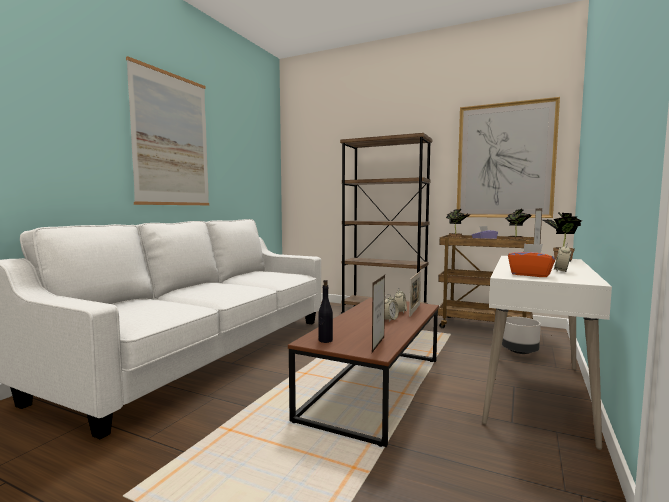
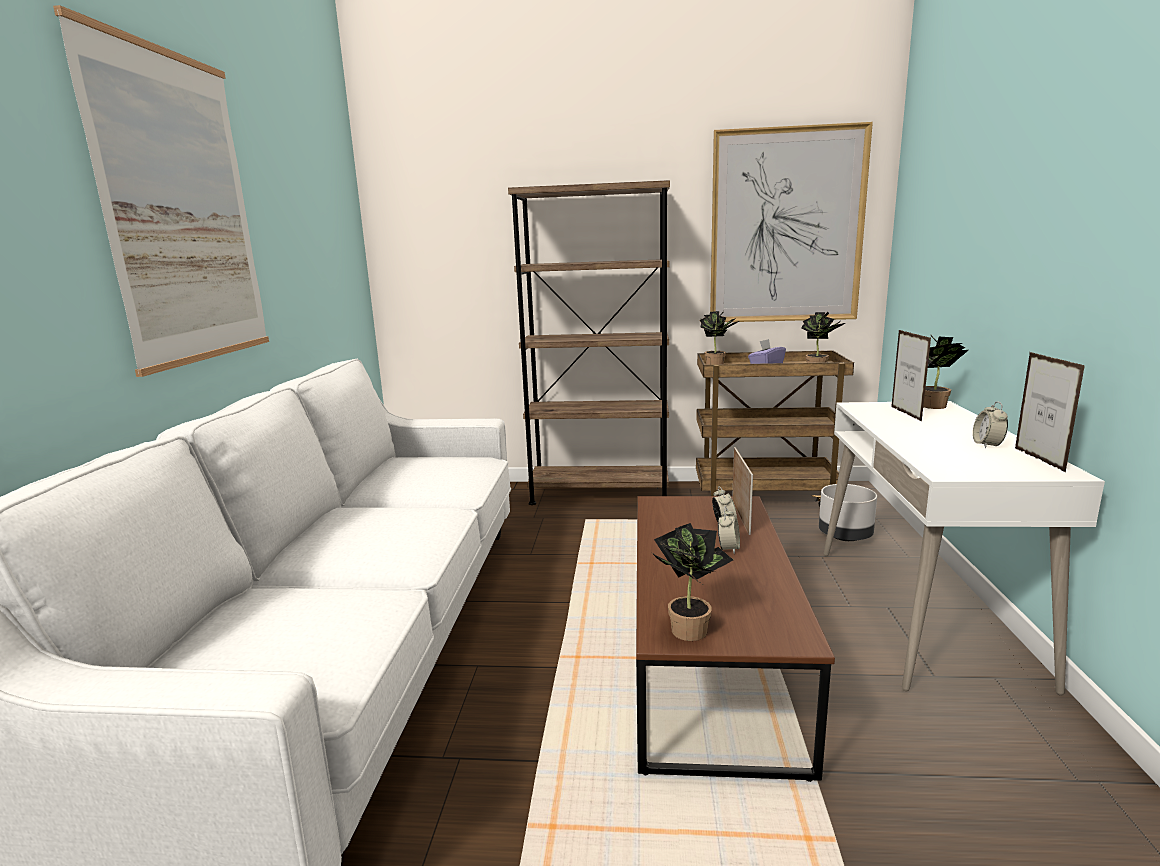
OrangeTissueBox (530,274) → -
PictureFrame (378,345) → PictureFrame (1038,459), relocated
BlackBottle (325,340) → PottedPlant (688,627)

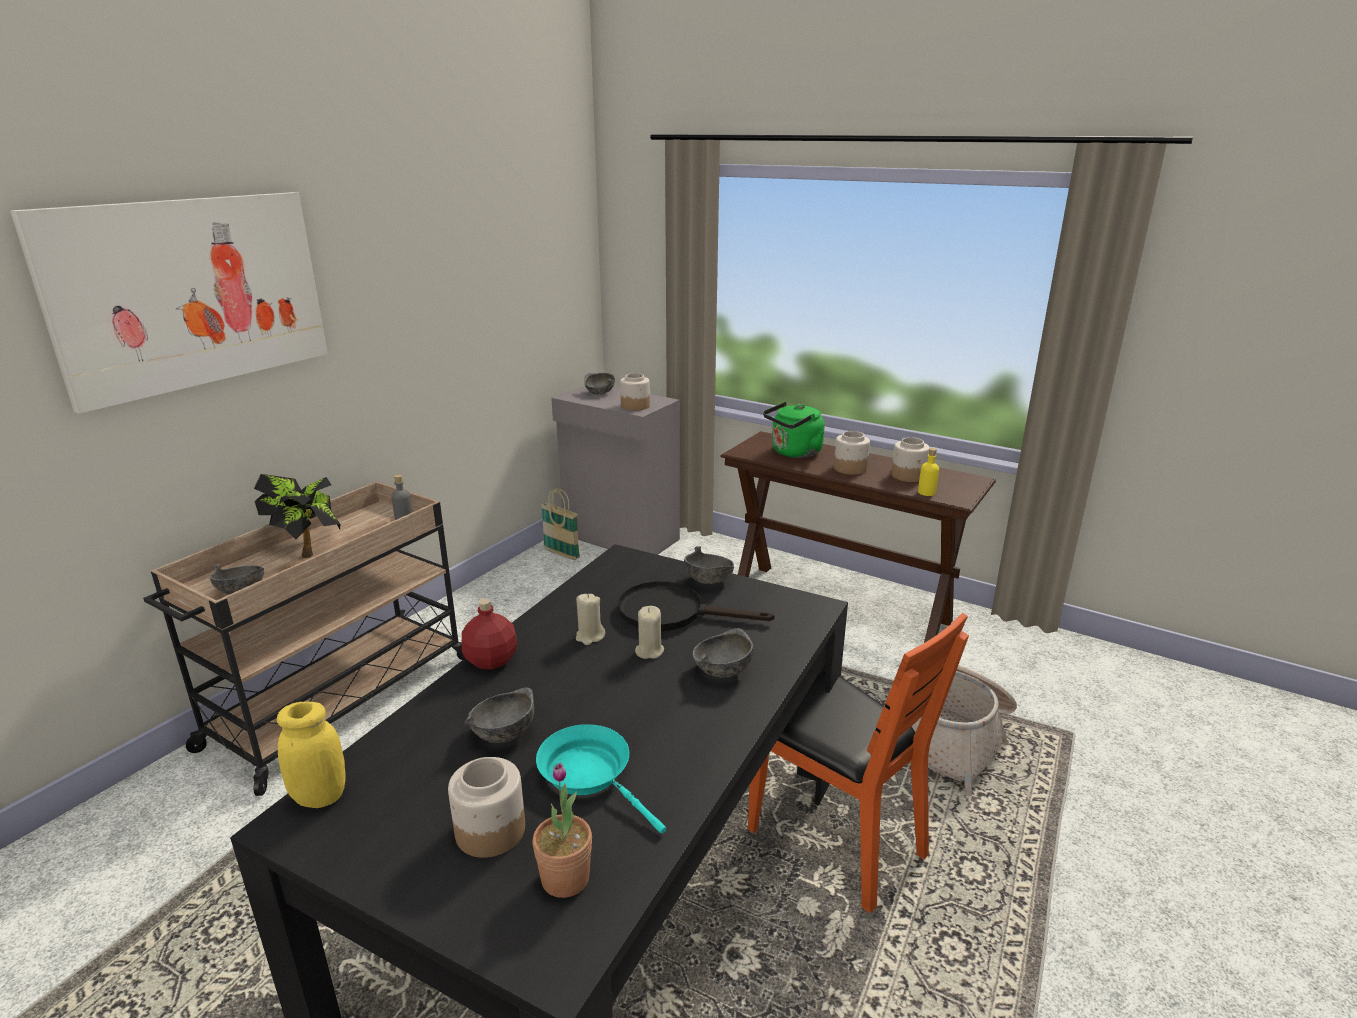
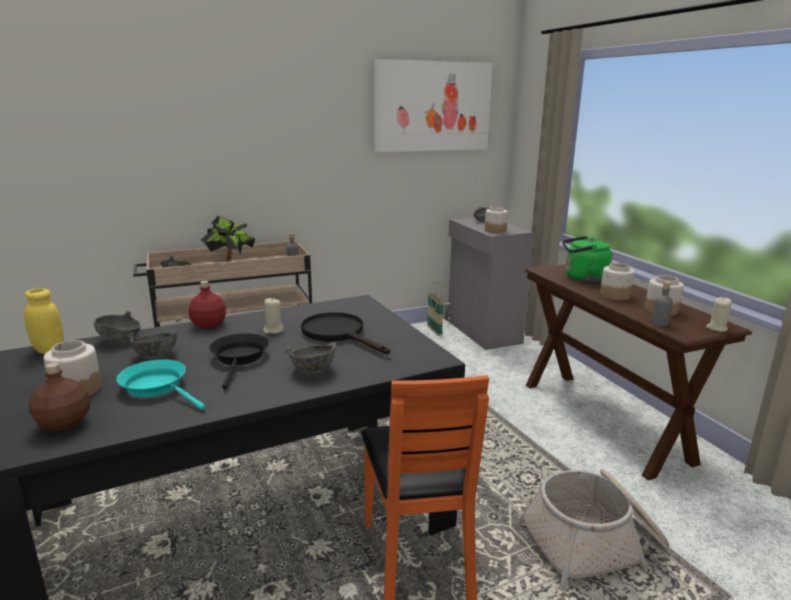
- → BlackFryingPan (239,358)
Picture (191,293) → Picture (432,106), relocated
BeigeCandle (649,651) → BeigeCandle (716,328), relocated
GreyBowl (709,580) → GreyBowl (120,339), relocated
PottedPlant (565,878) → BrownBottle (65,423)
YellowBottle (926,492) → GreyBottle (659,323)
TurquoiseFryingPan (590,775) → TurquoiseFryingPan (158,387), 45 degrees counterclockwise

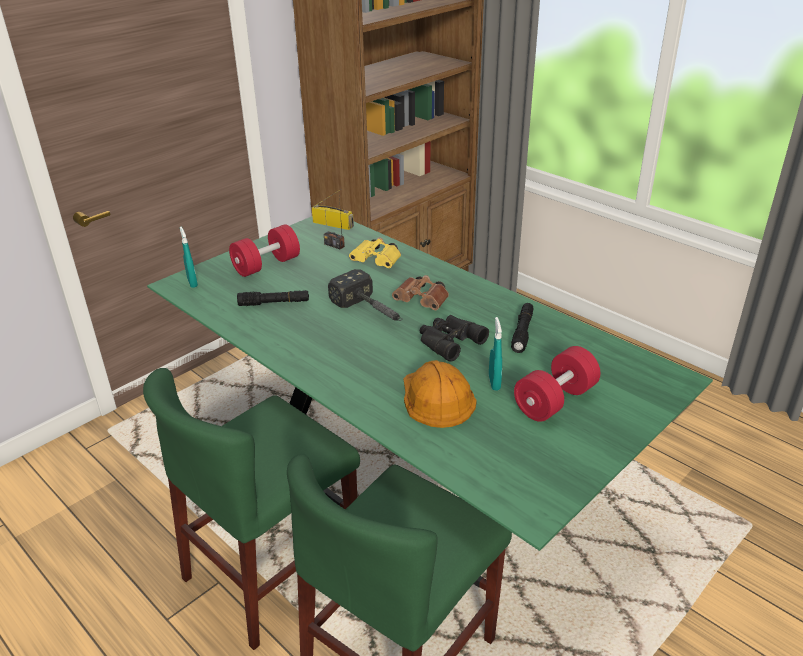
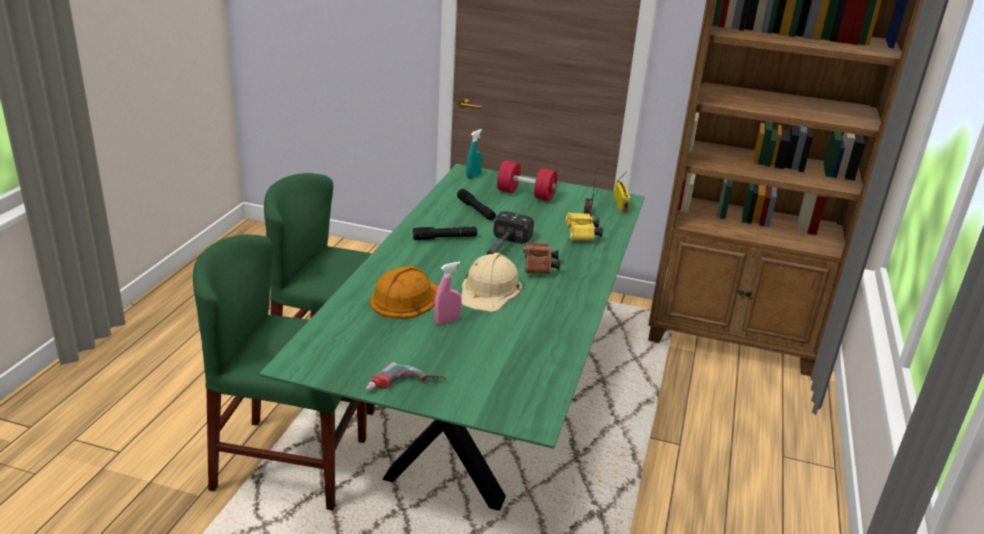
RedDumbbell (555,400) → -
- → PowerDrill (404,387)
BlackFlashlight (522,332) → BlackFlashlight (445,238), relocated
BlackBinoculars (448,341) → BeigeHardHat (490,290)
TurquoiseSprayBottle (494,383) → PinkSprayBottle (447,321)

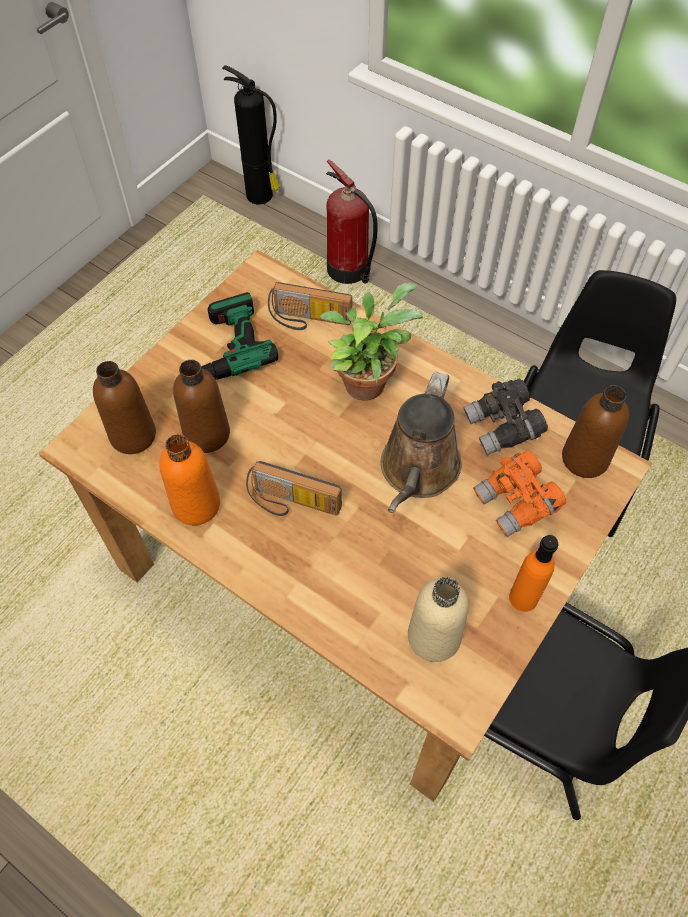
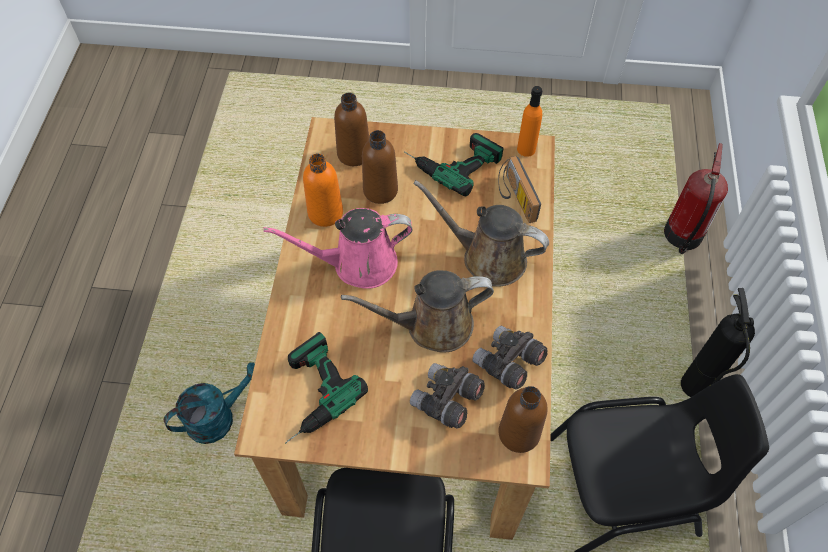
- → TurquoiseWateringCan (219,417)
FireExtinguisher (261,196) → FireExtinguisher (695,388), relocated
OrangeBottle (523,598) → OrangeBottle (526,149), relocated
Radio (292,504) → PinkWateringCan (358,264)
PottedPlant (366,380) → BrownWateringCan (488,257)
BeigeBottle (434,637) → PowerDrill (308,394)
OrangeBinoculars (516,503) → GreyBinoculars (446,401)

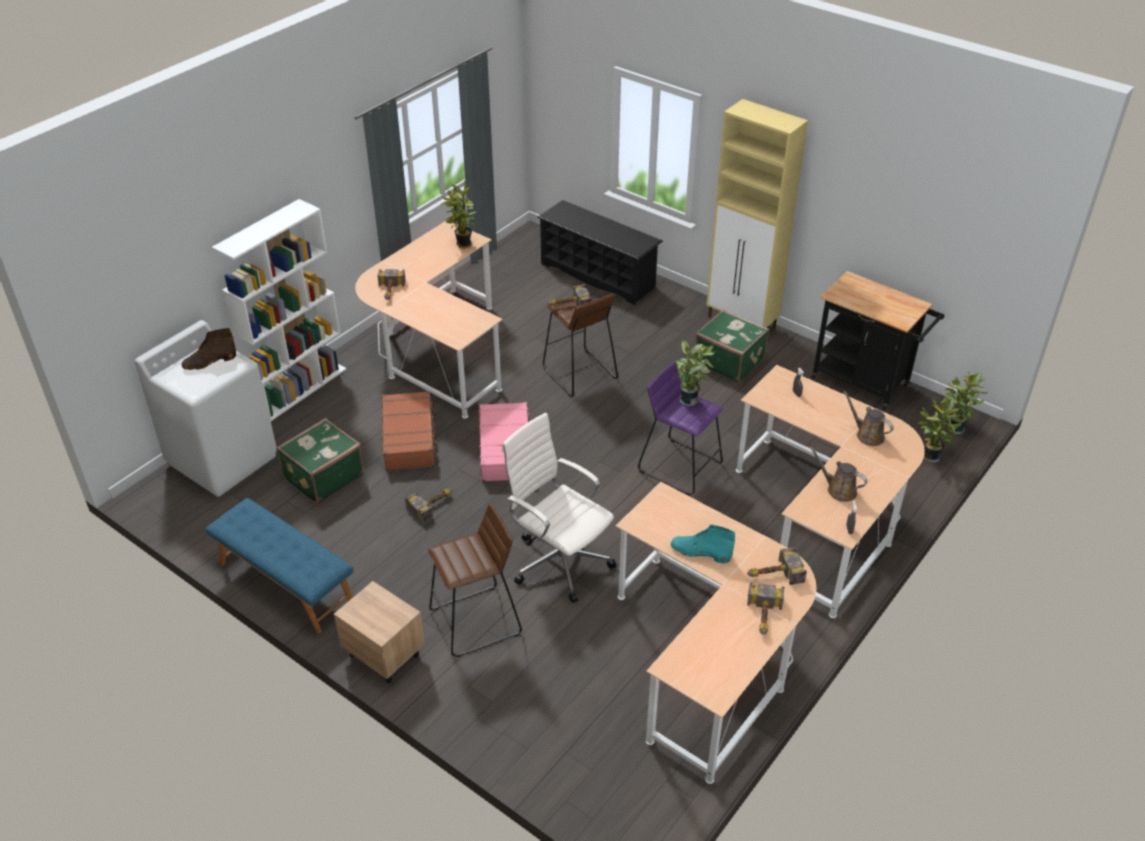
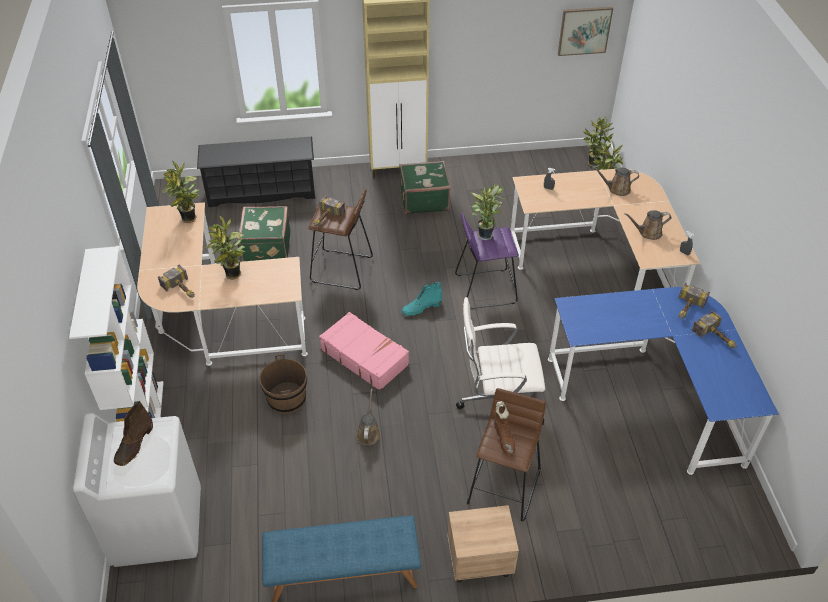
BlackCart (865,383) → -
- → PottedPlant (232,275)
- → BrownBoot (504,438)
- → Picture (584,30)
GreenSuitcase (322,476) → GreenSuitcase (266,248), relocated
TurquoiseBoot (700,552) → TurquoiseBoot (421,308), relocated
BrownSuitcase (409,438) → BrownBucket (286,398)
Hammer (433,505) → BrownWateringCan (368,432)
BeigeDesk (711,657) → BlueDesk (653,394)

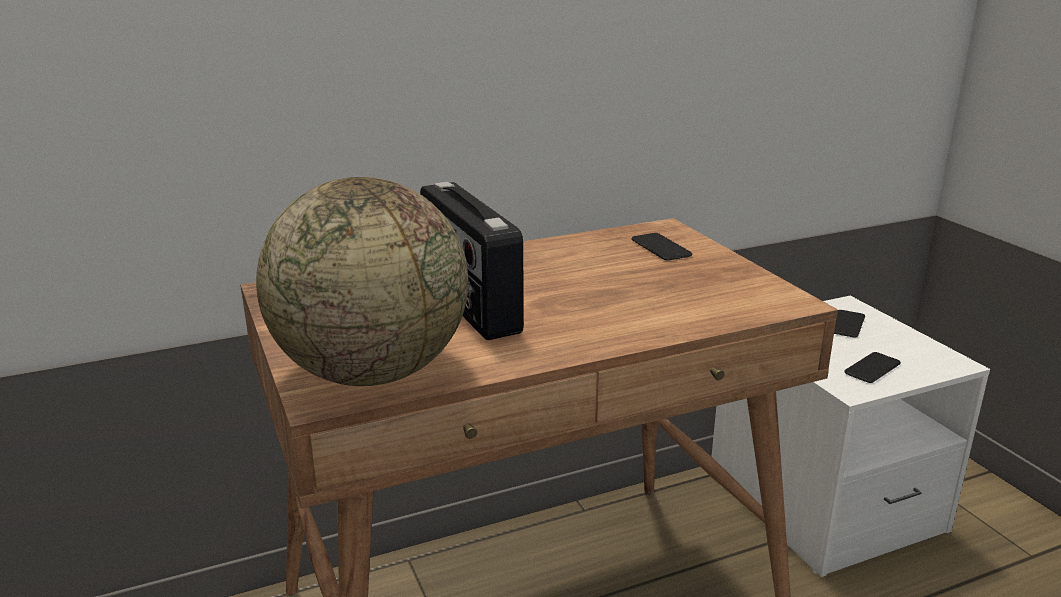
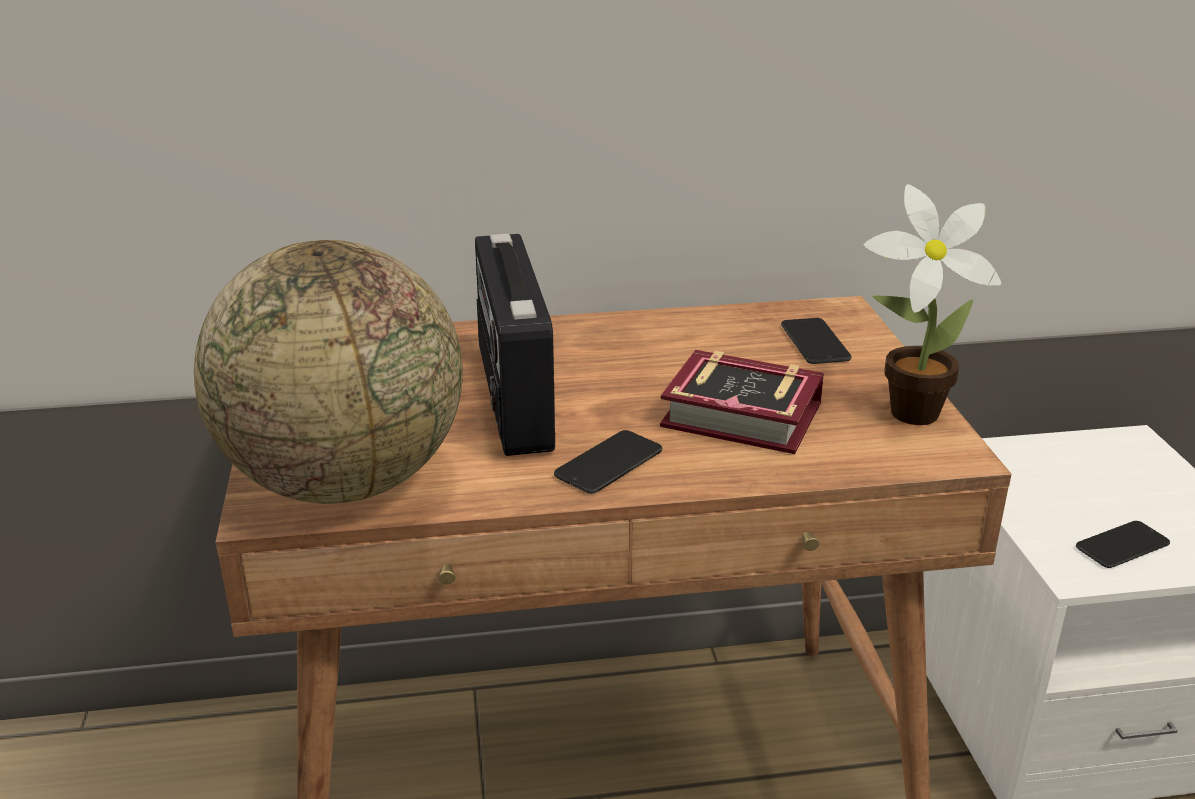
- → Book (747,419)
- → PottedPlant (905,412)
Phone (847,324) → Phone (609,463), relocated

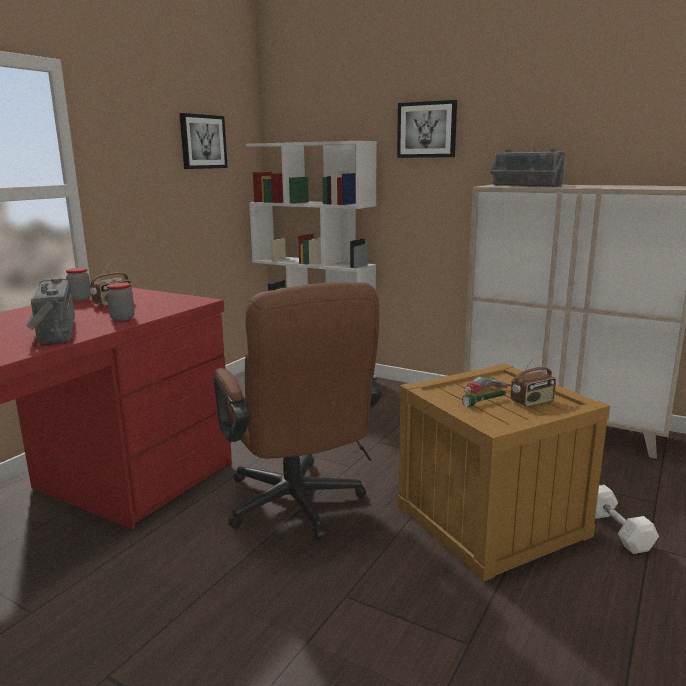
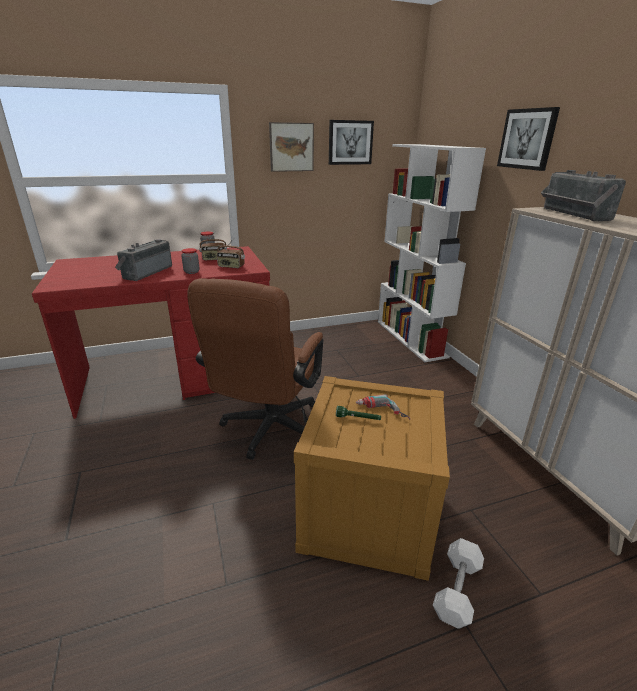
- → Picture (291,147)
Radio (532,402) → Radio (231,266), relocated

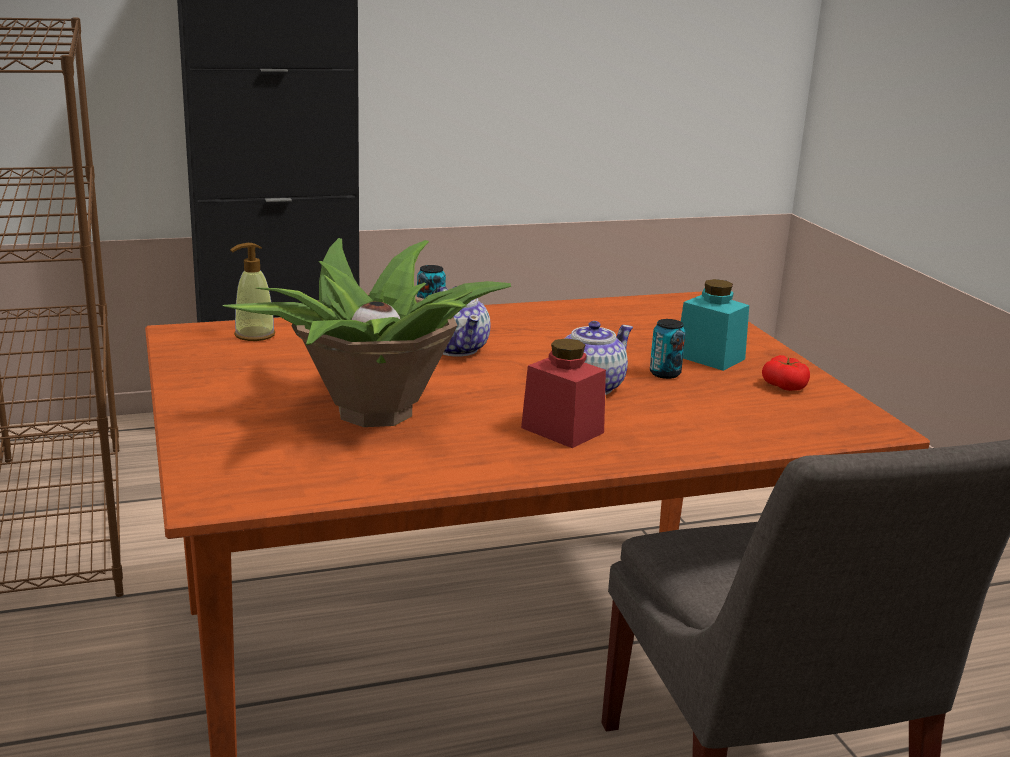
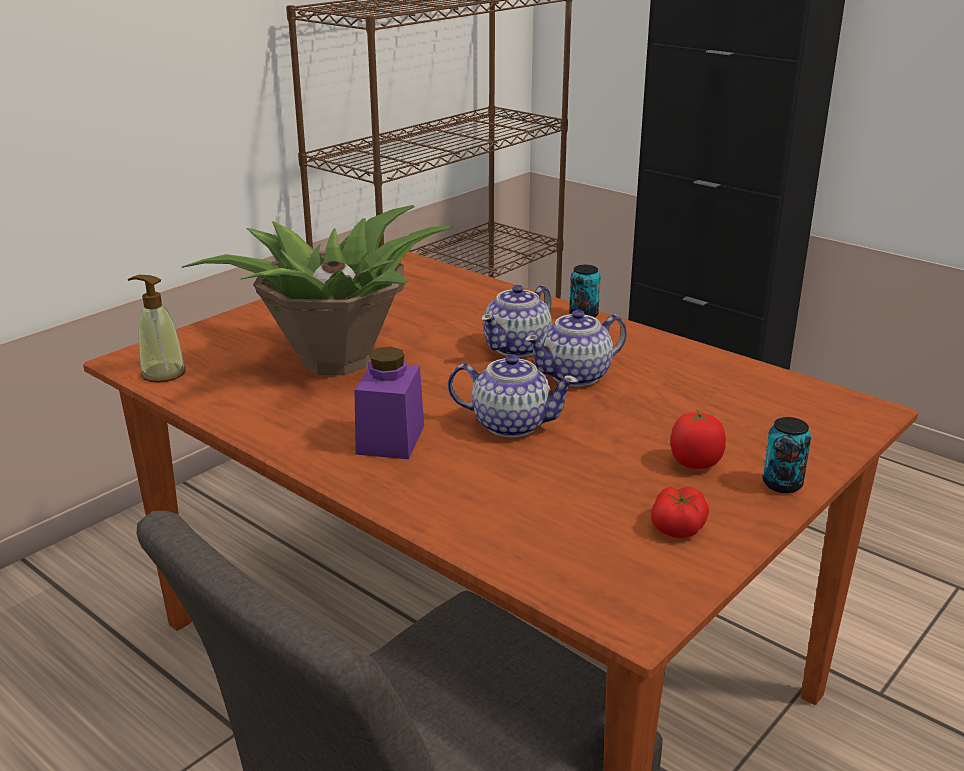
- → Teapot (576,376)
SoapDispenser (254,335) → SoapDispenser (163,373), relocated
Can (665,373) → Can (782,484), relocated
TurquoiseJar (710,357) → Tomato (695,463)
RedJar (562,430) → PurpleJar (390,439)

